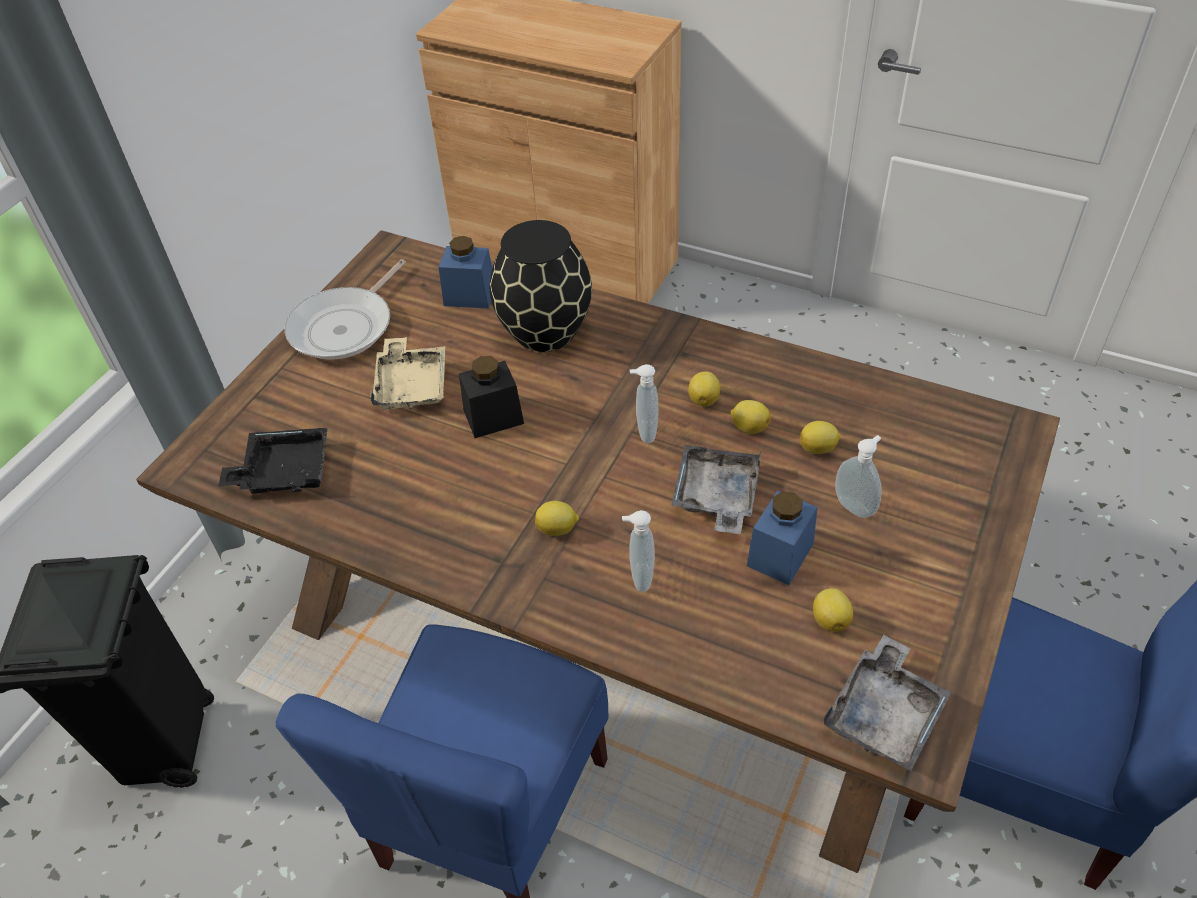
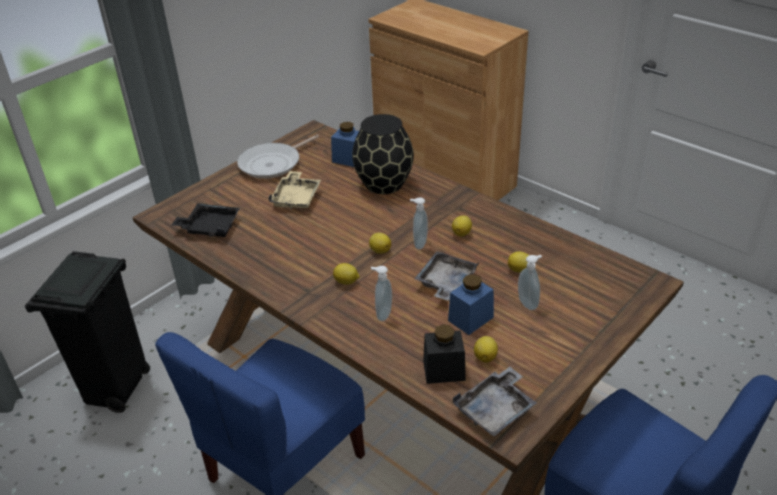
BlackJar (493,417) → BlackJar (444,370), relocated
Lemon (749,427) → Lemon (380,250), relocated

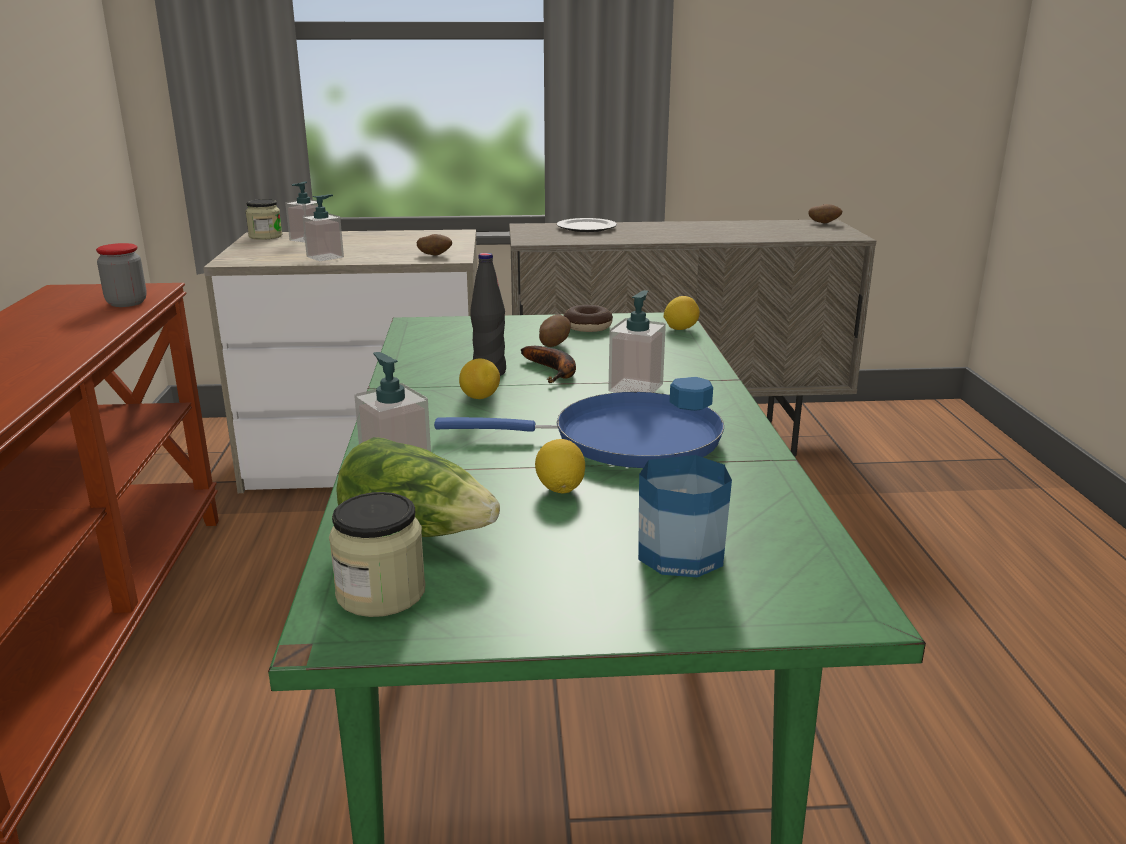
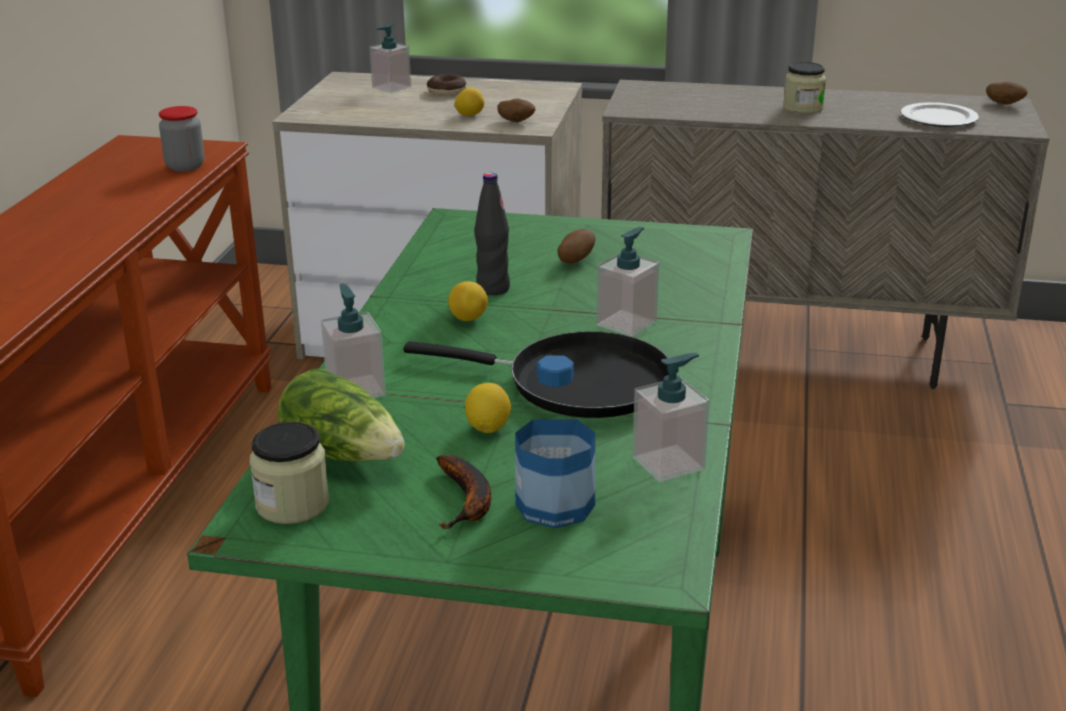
Jar (265,236) → Jar (802,108), relocated
SoapDispenser (325,257) → SoapDispenser (668,463), relocated
Banana (554,371) → Banana (467,500), relocated
Plate (586,227) → Plate (938,118), relocated
Donut (587,327) → Donut (446,92), relocated
Lemon (680,329) → Lemon (470,115), relocated
BlueFryingPan (624,440) → BlackFryingPan (577,383)

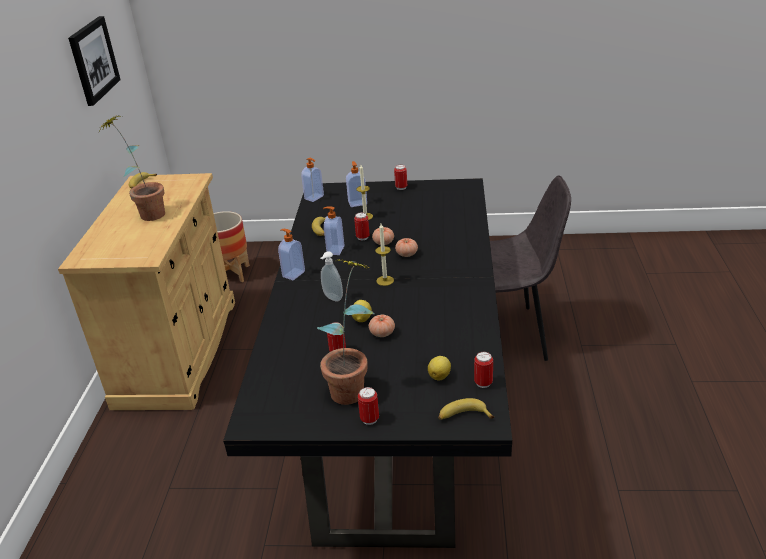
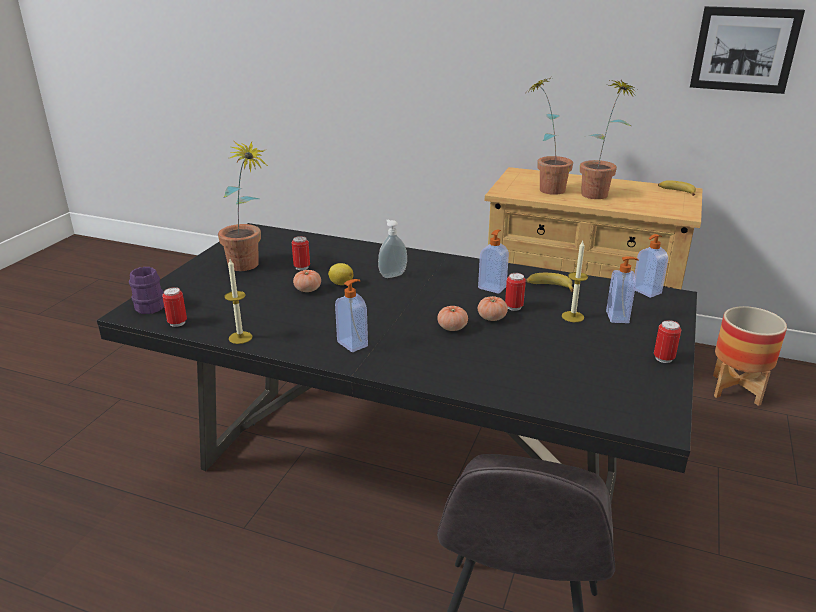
Can (369,419) → -
Lemon (440,376) → -
- → PottedPlant (545,188)
SoapDispenser (293,274) → SoapDispenser (353,344), relocated
Candle (385,280) → Candle (240,337), relocated
Banana (463,416) → PurpleMug (151,305)

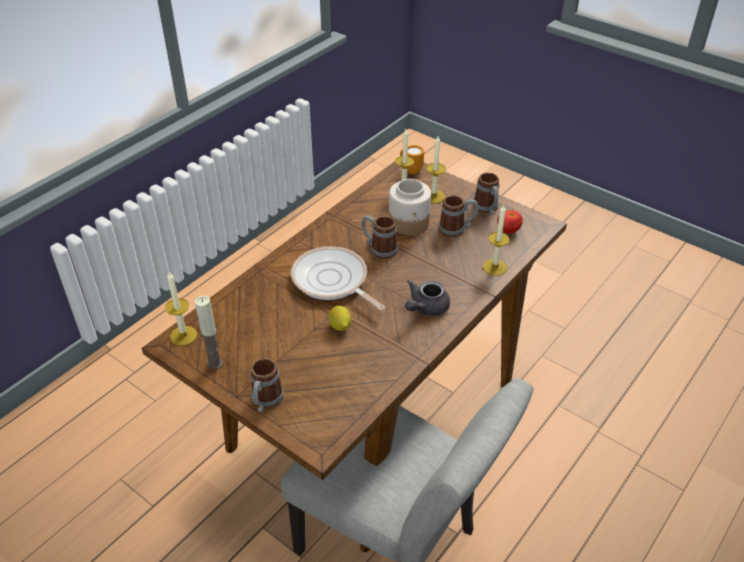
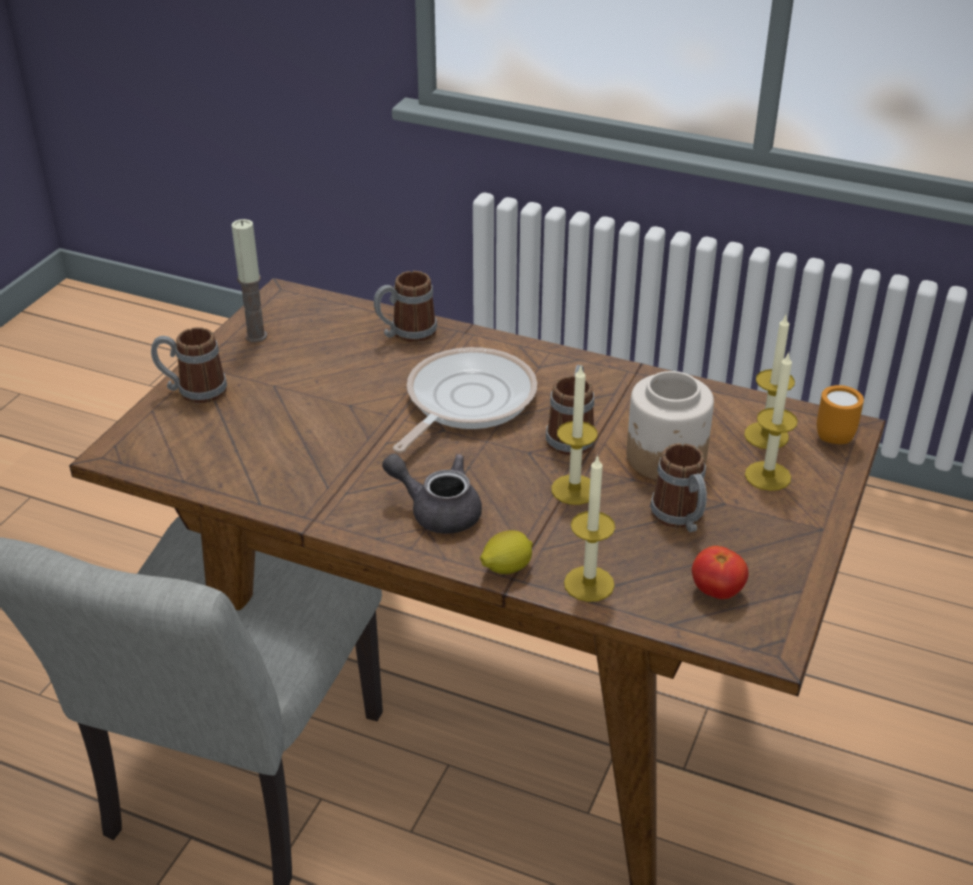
Candle (183,335) → Candle (574,489), relocated
Lemon (340,326) → Lemon (506,568), relocated
Mug (487,209) → Mug (406,334), relocated

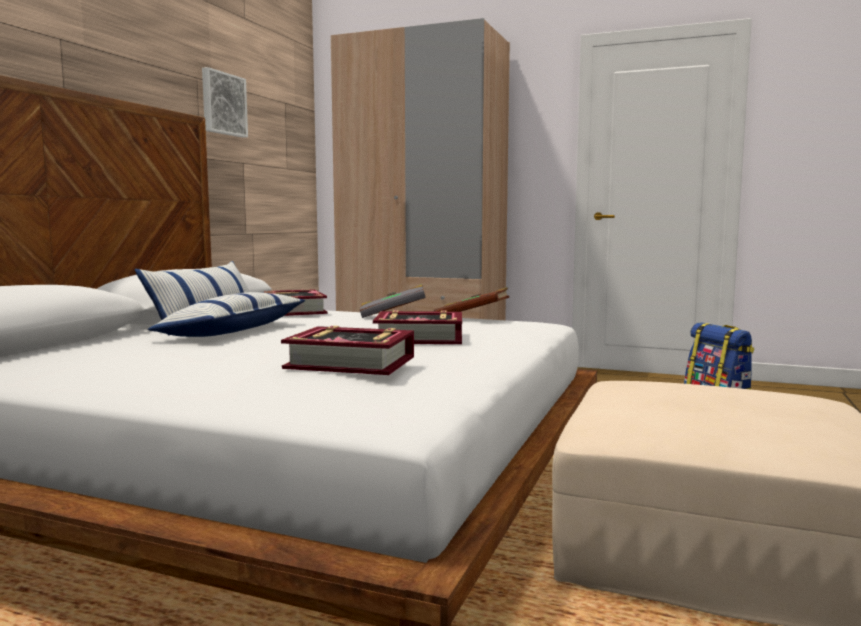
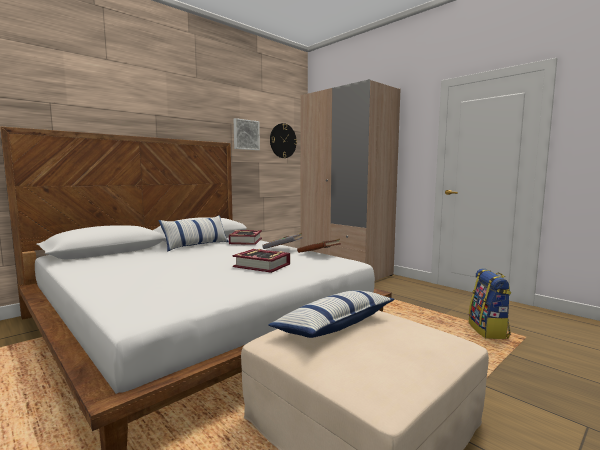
Book (351,363) → -
- → WallClock (283,141)
Pillow (233,332) → Pillow (334,325), relocated

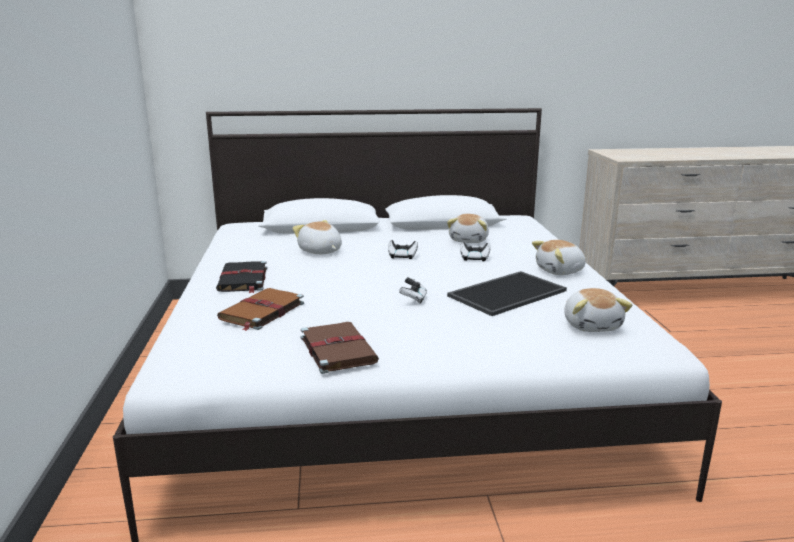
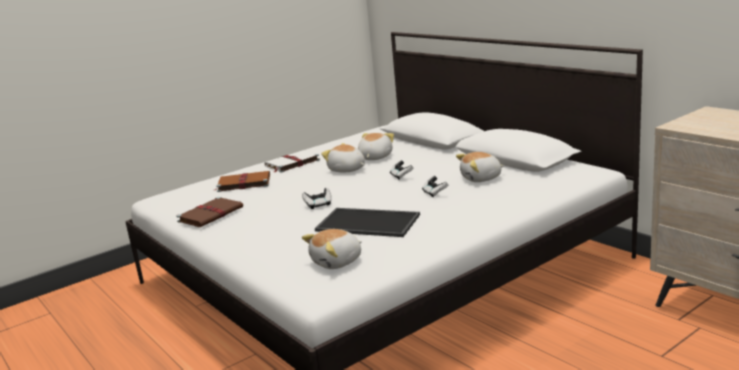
PlushToy (560,271) → PlushToy (346,170), relocated
BlackBook (243,280) → WhiteBook (291,163)

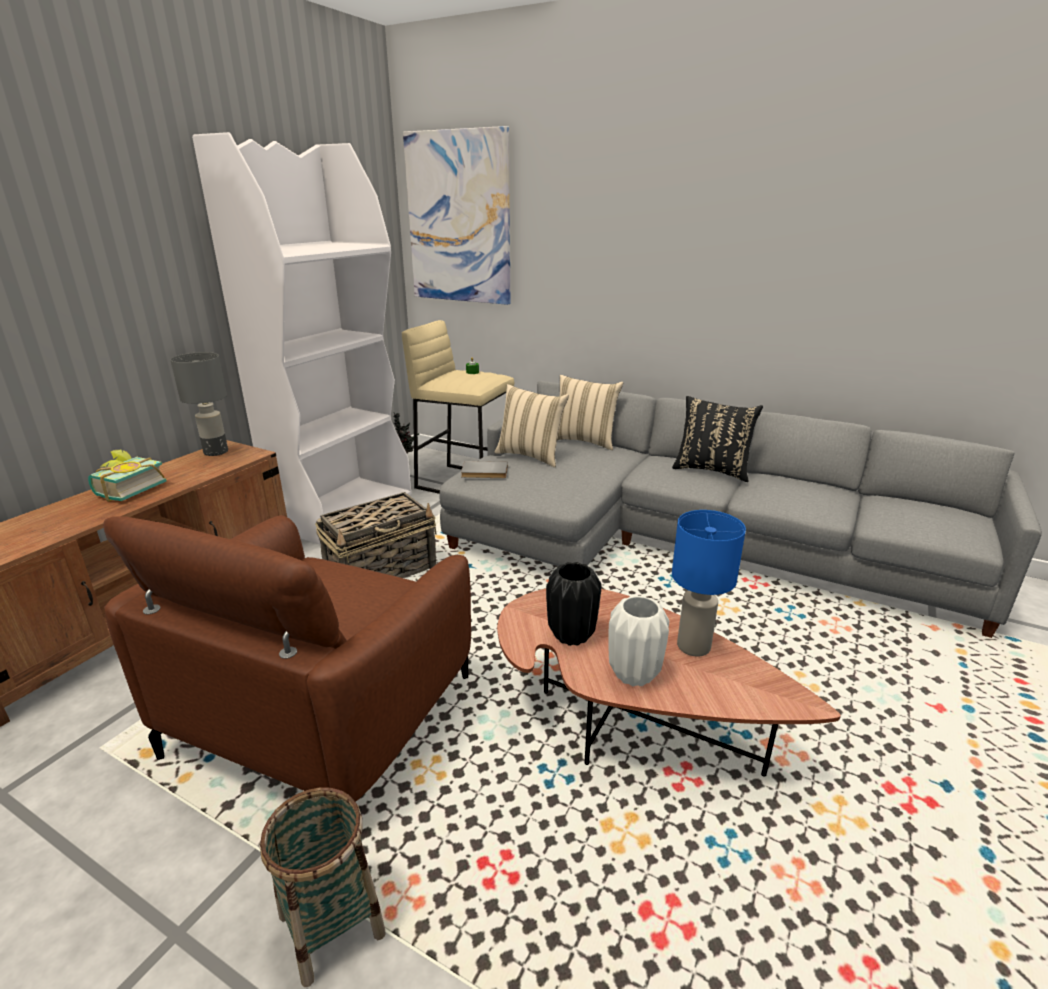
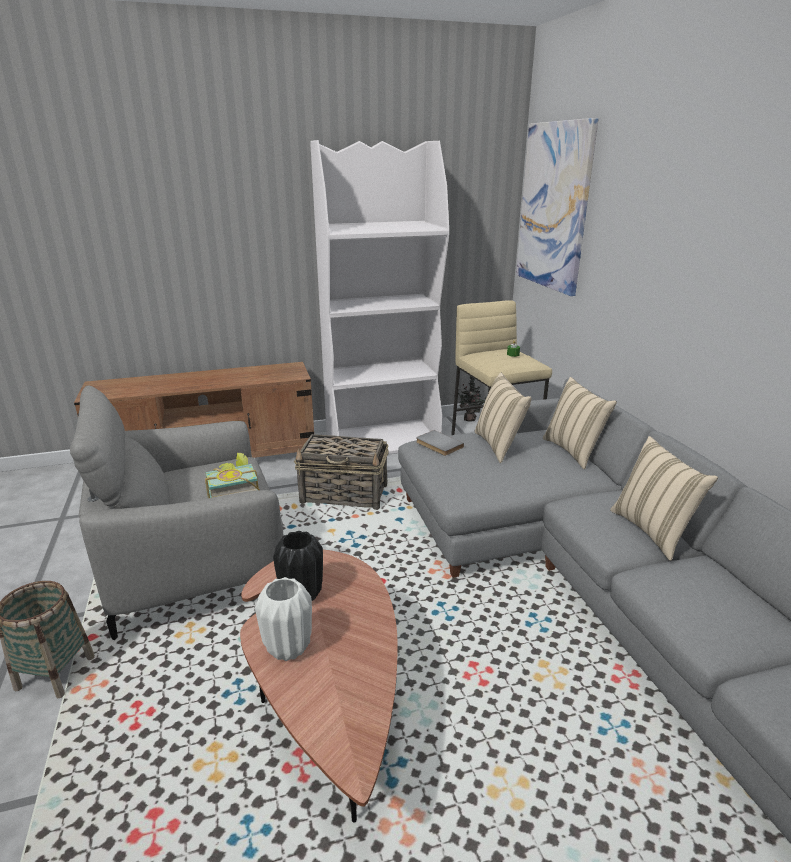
GreyTableLamp (215,452) → -
BlueTableLamp (692,646) → -
Book (127,490) → Book (232,491), relocated
BrownArmchair (325,714) → GreyArmchair (197,565)
BlackPillow (712,470) → BeigePillow (652,531)

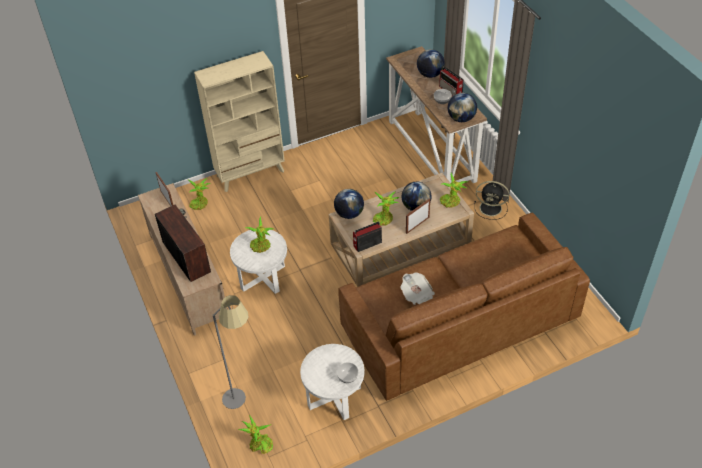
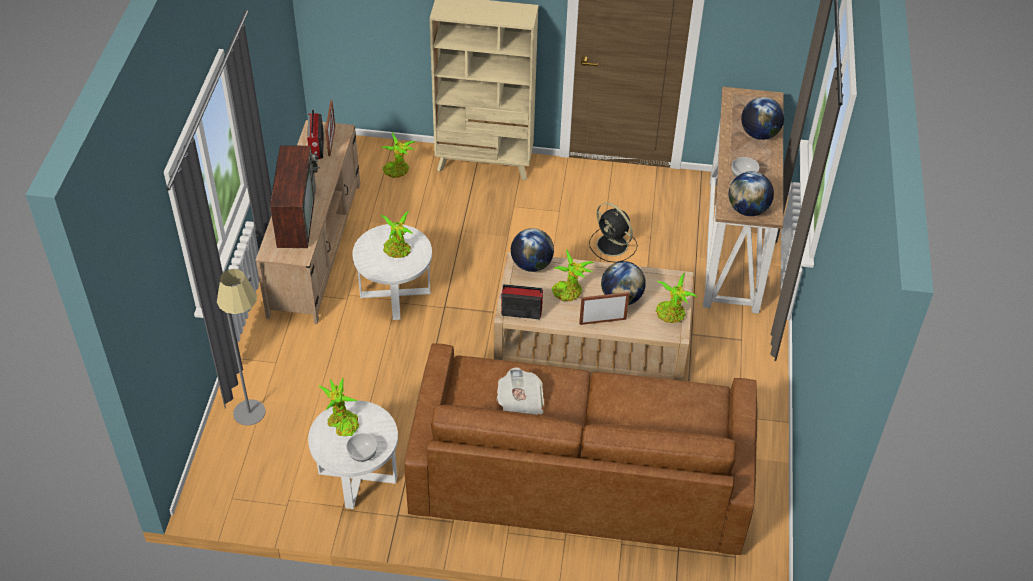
PottedPlant (259,445) → PottedPlant (342,423), relocated
Radio (451,91) → Radio (316,147), relocated
BlackFan (491,208) → BlackFan (613,245), relocated

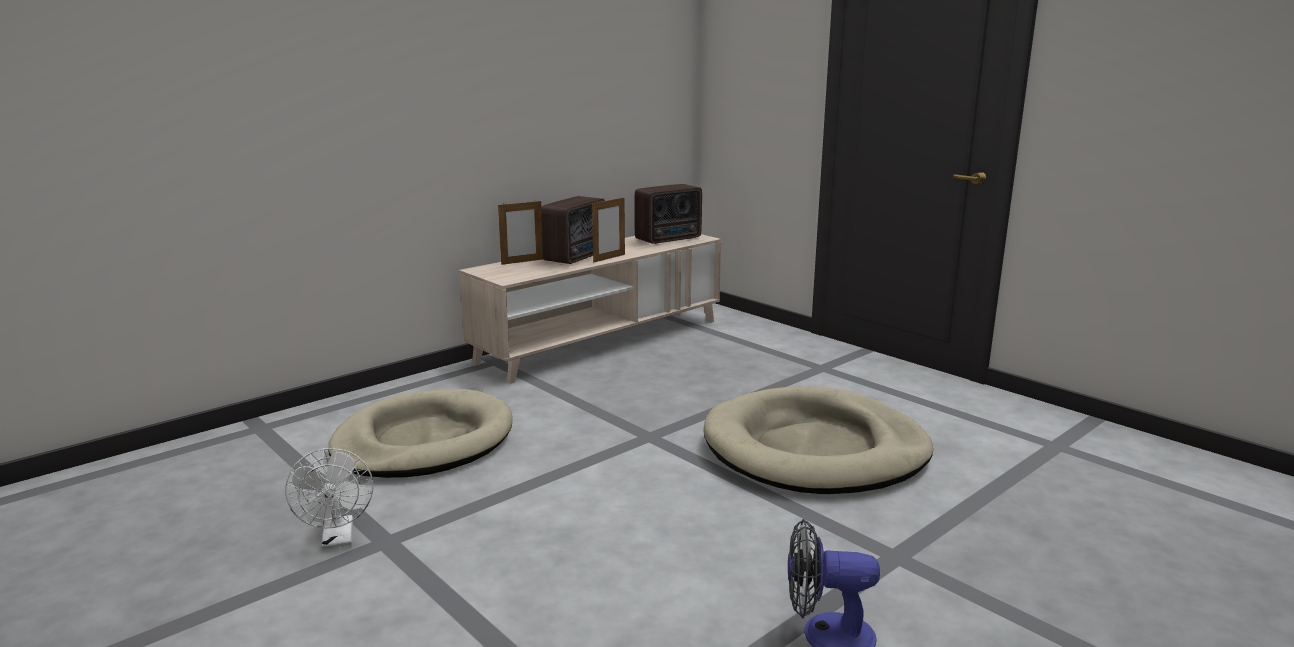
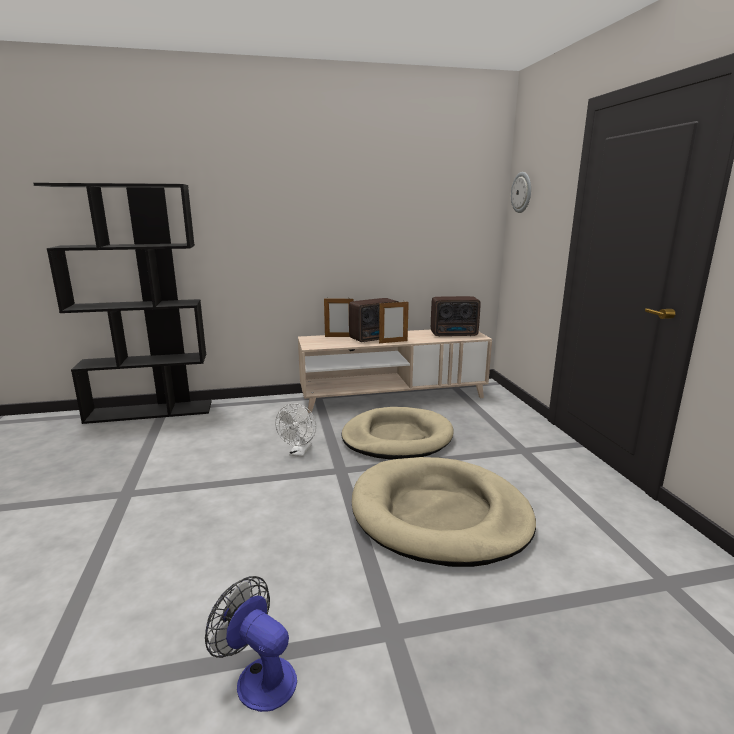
- → BlackBookcase (151,411)
- → WallClock (522,192)
WhiteFan (338,539) → WhiteFan (299,453), relocated
BeigeDogBed (423,441) → BeigeDogBed (397,438), relocated

